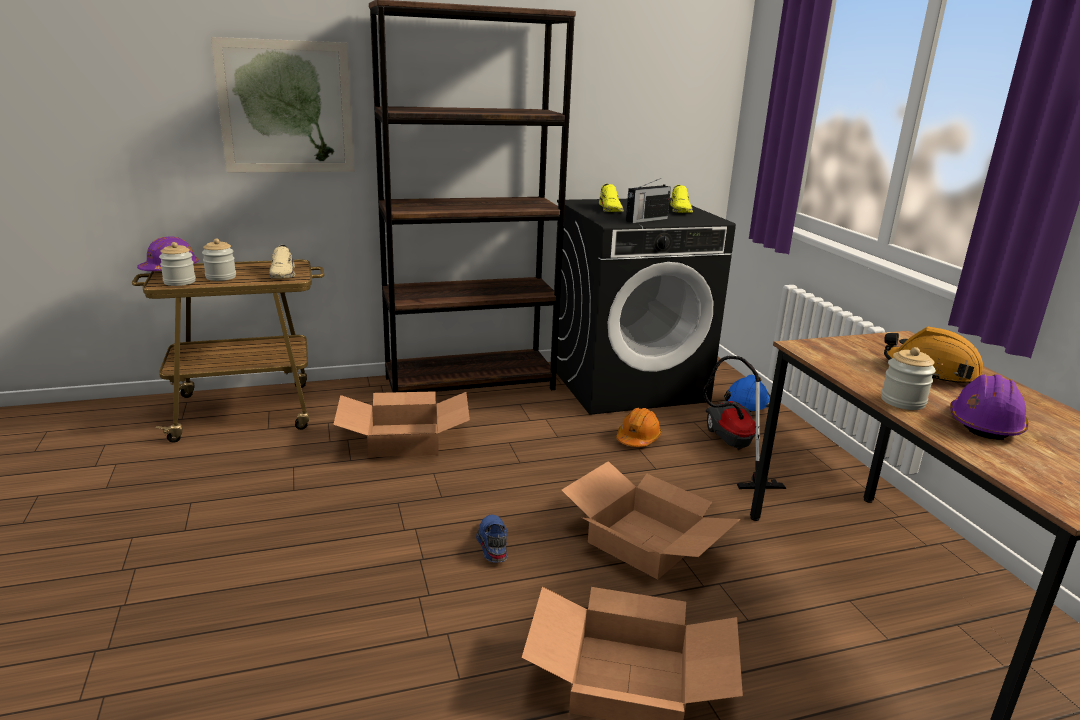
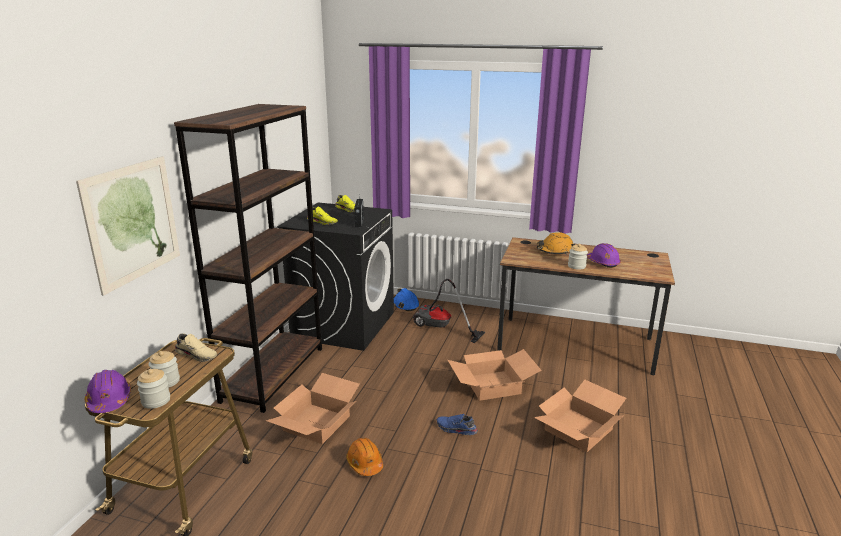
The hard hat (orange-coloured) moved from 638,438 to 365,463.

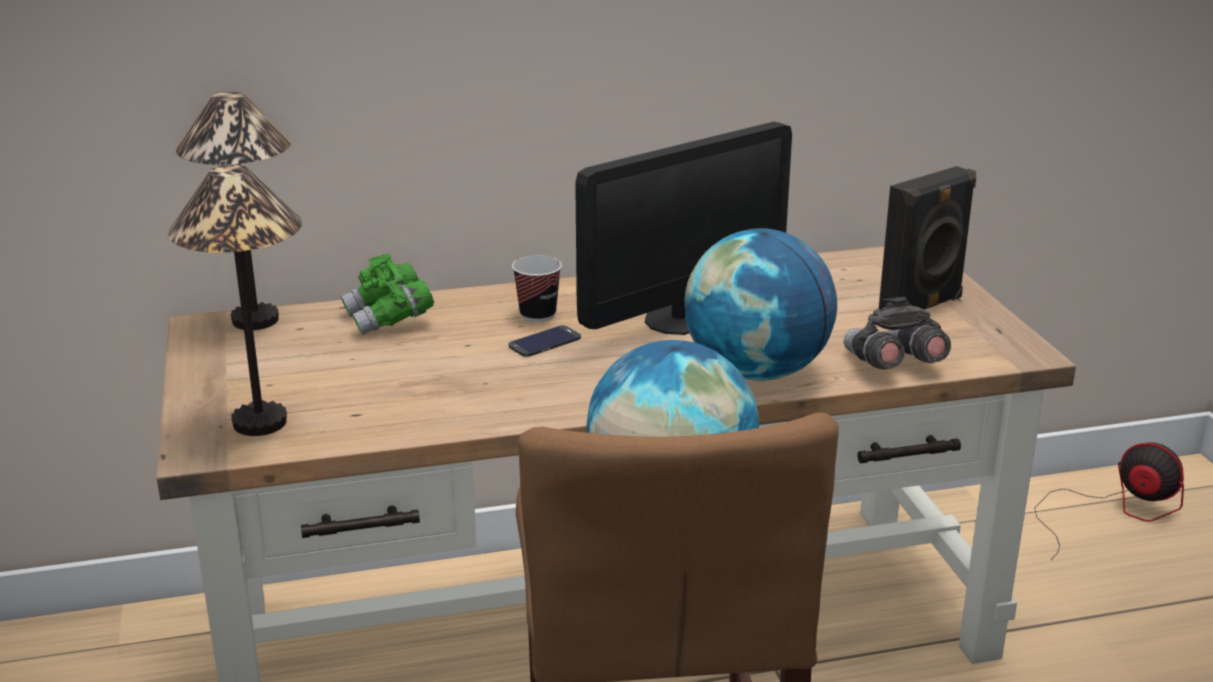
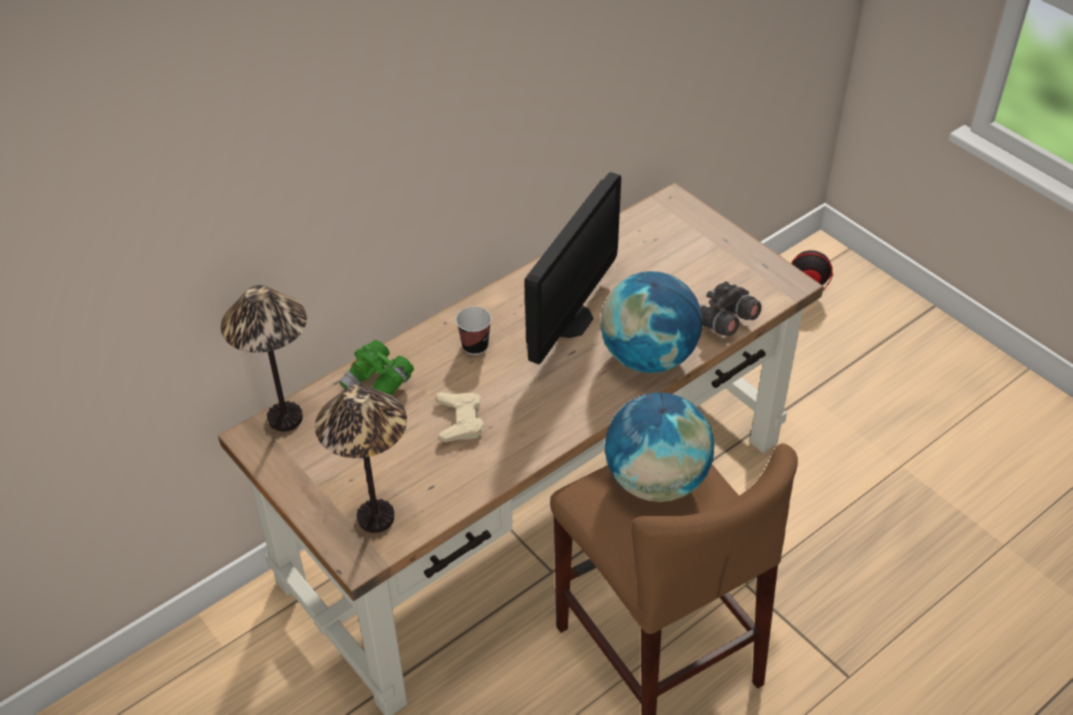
The telephone at 545,342 disappeared. The audio speaker (black) at 922,307 disappeared. The gamepad (beige) at 460,420 appeared.

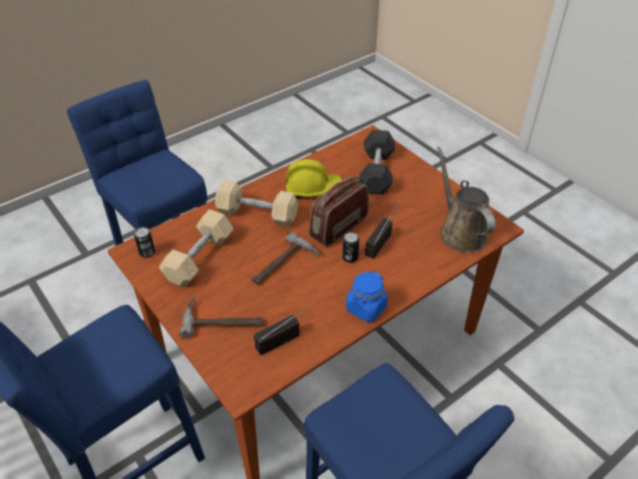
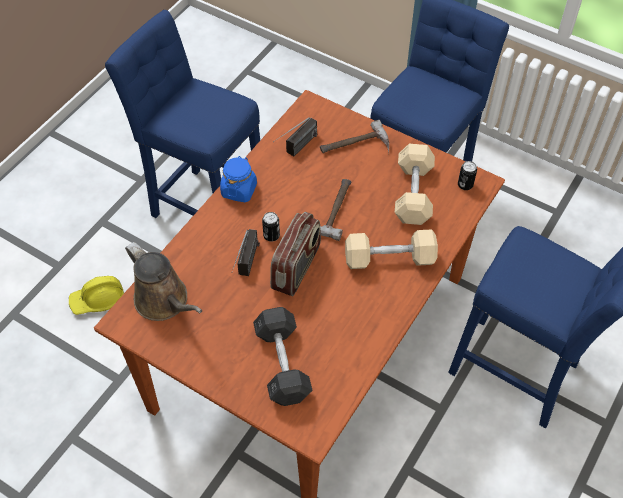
The hard hat (yellow-coloured) moved from 313,189 to 98,300.

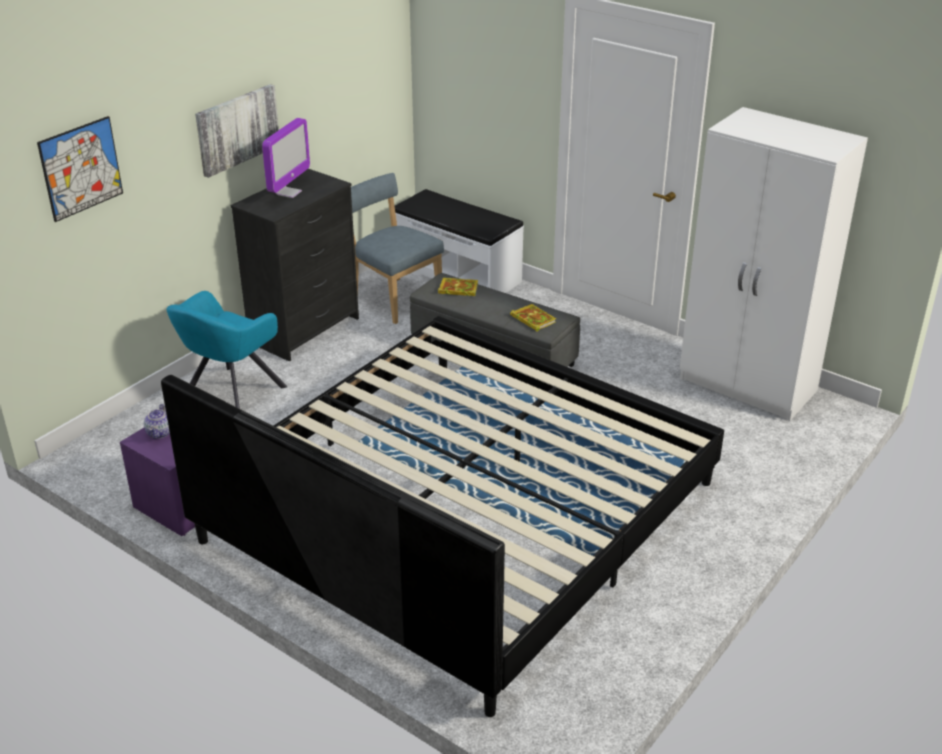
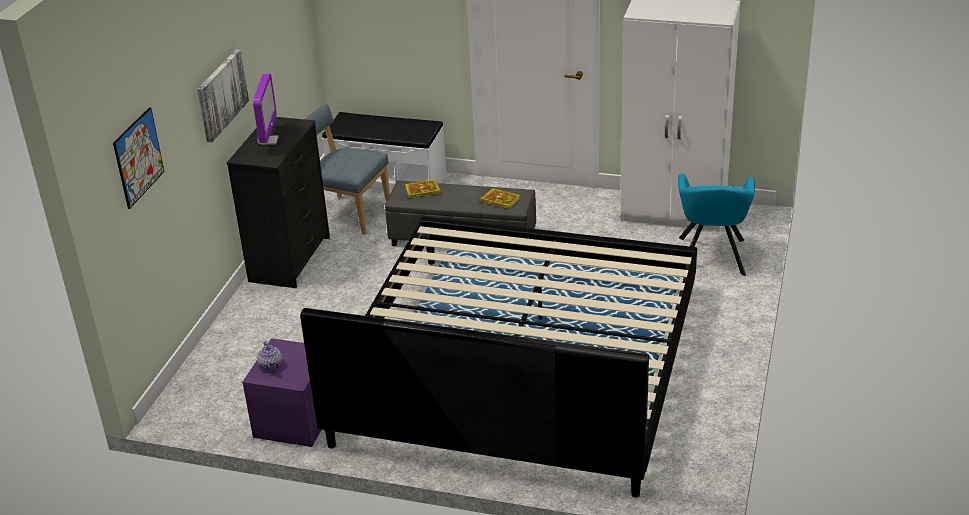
The easy chair (turquoise-coloured) moved from 231,397 to 711,258.

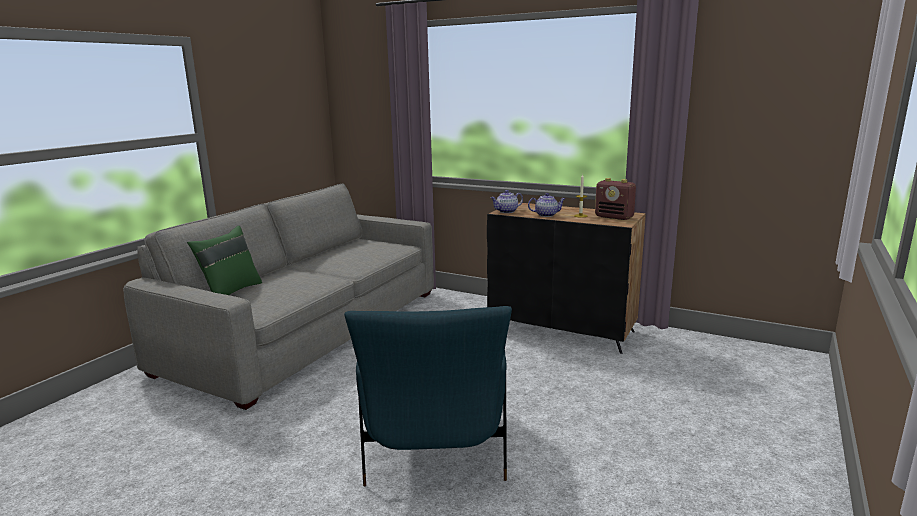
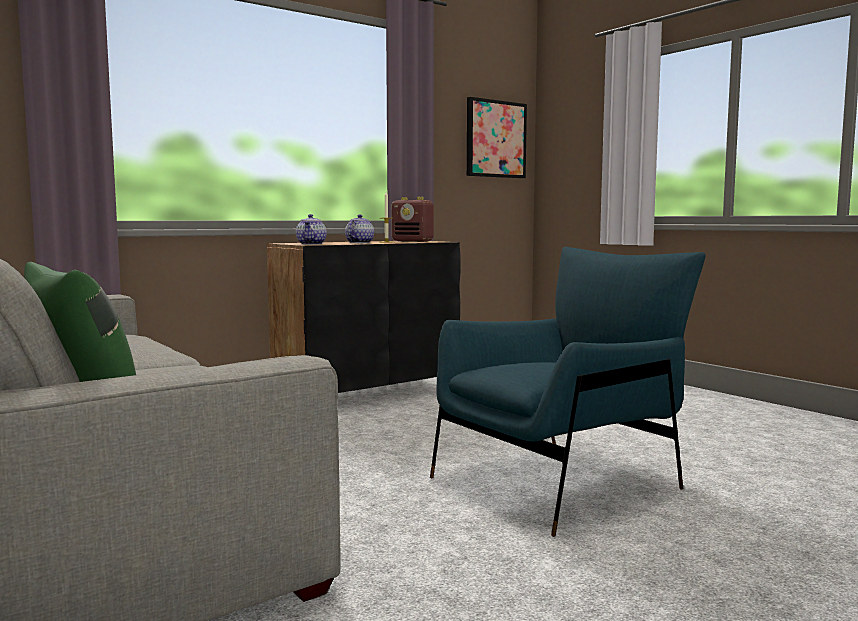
The easy chair (blue) at 435,443 turned 60 degrees counterclockwise. The radio receiver at 614,217 turned 60 degrees clockwise. The wall art at 495,139 appeared.

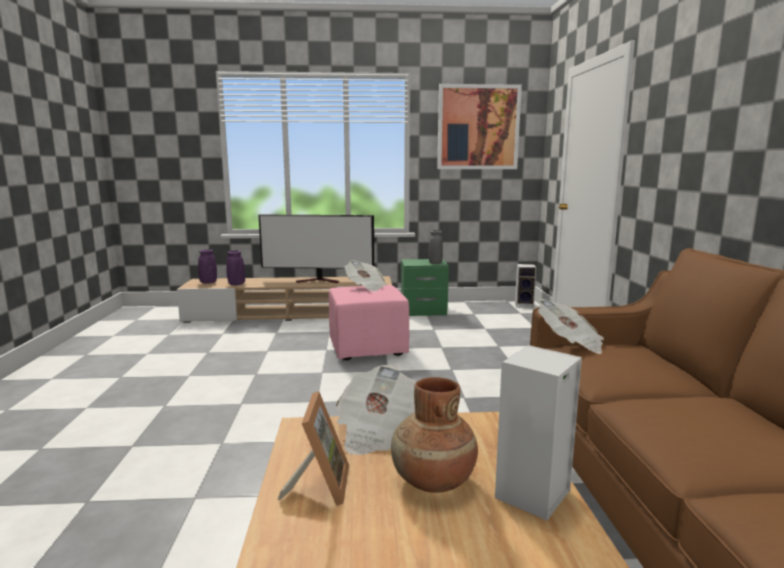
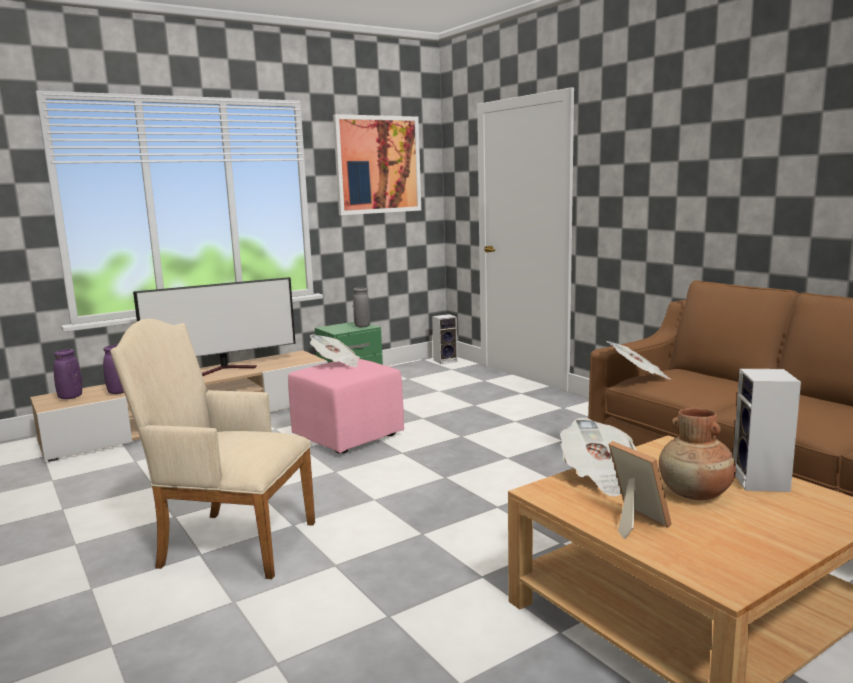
The easy chair (beige) at 230,543 appeared.

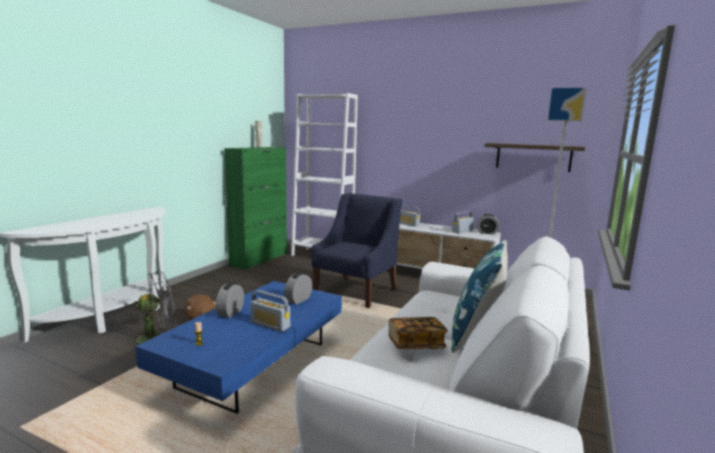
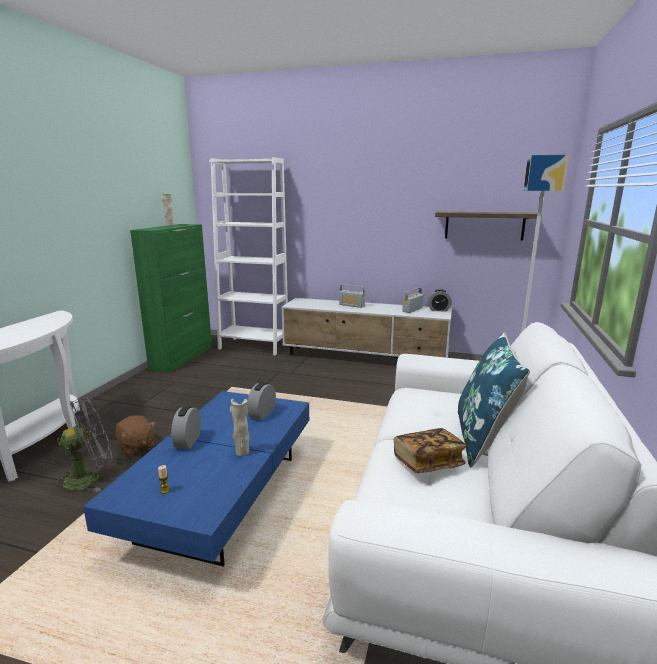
The radio receiver at 270,325 was replaced by the flower vase (beige) at 242,452. The easy chair (blue) at 356,291 disappeared.

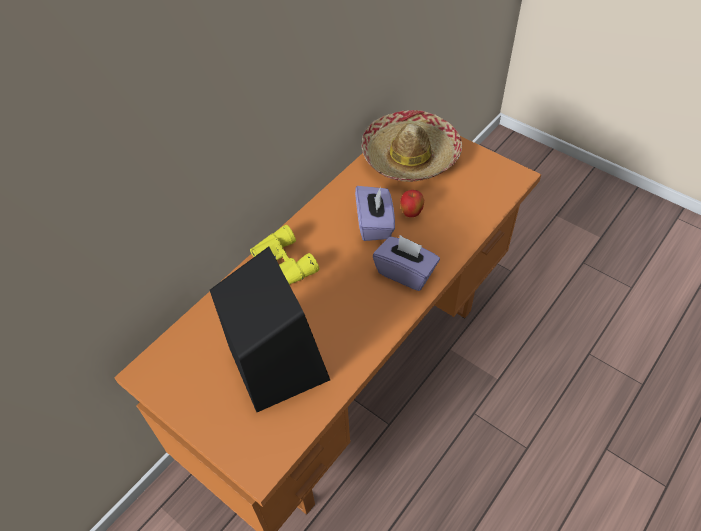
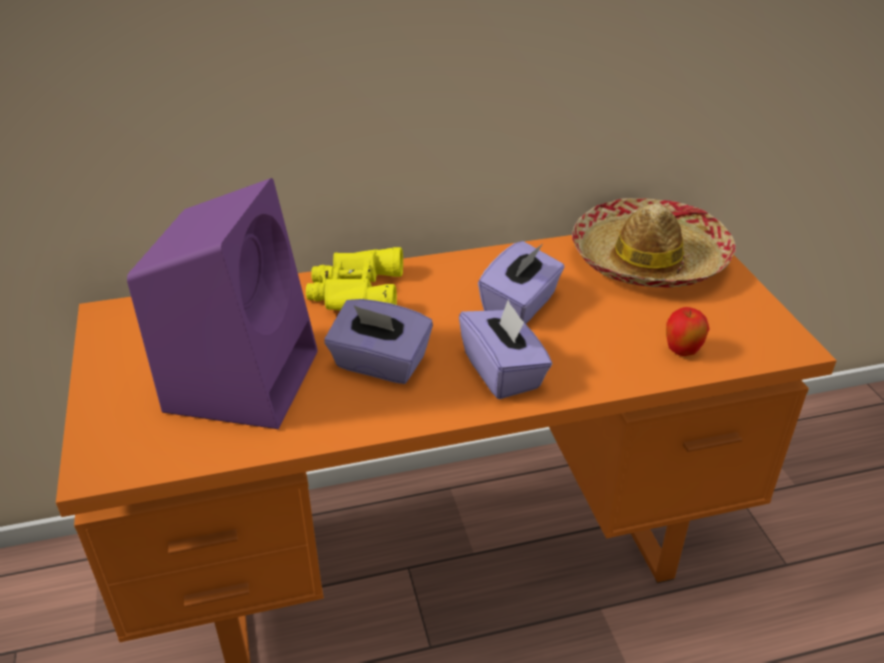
The audio speaker (black) at 276,362 became the audio speaker (purplish) at 243,377. The apple fruit moved from 411,214 to 682,352. The tissue box (purplish) at 379,364 appeared.

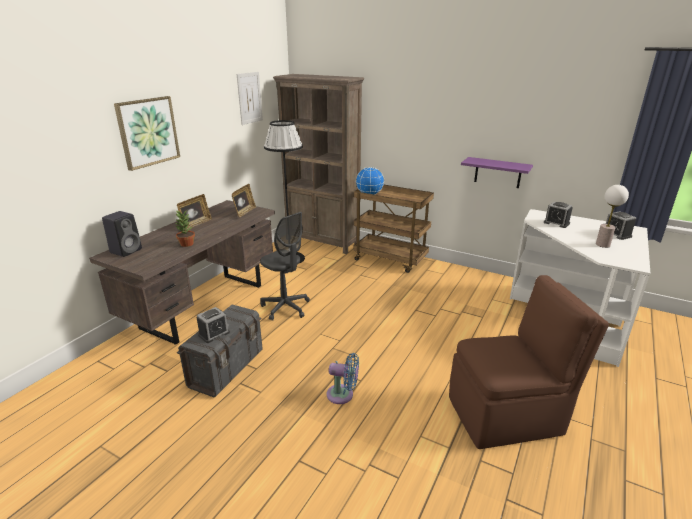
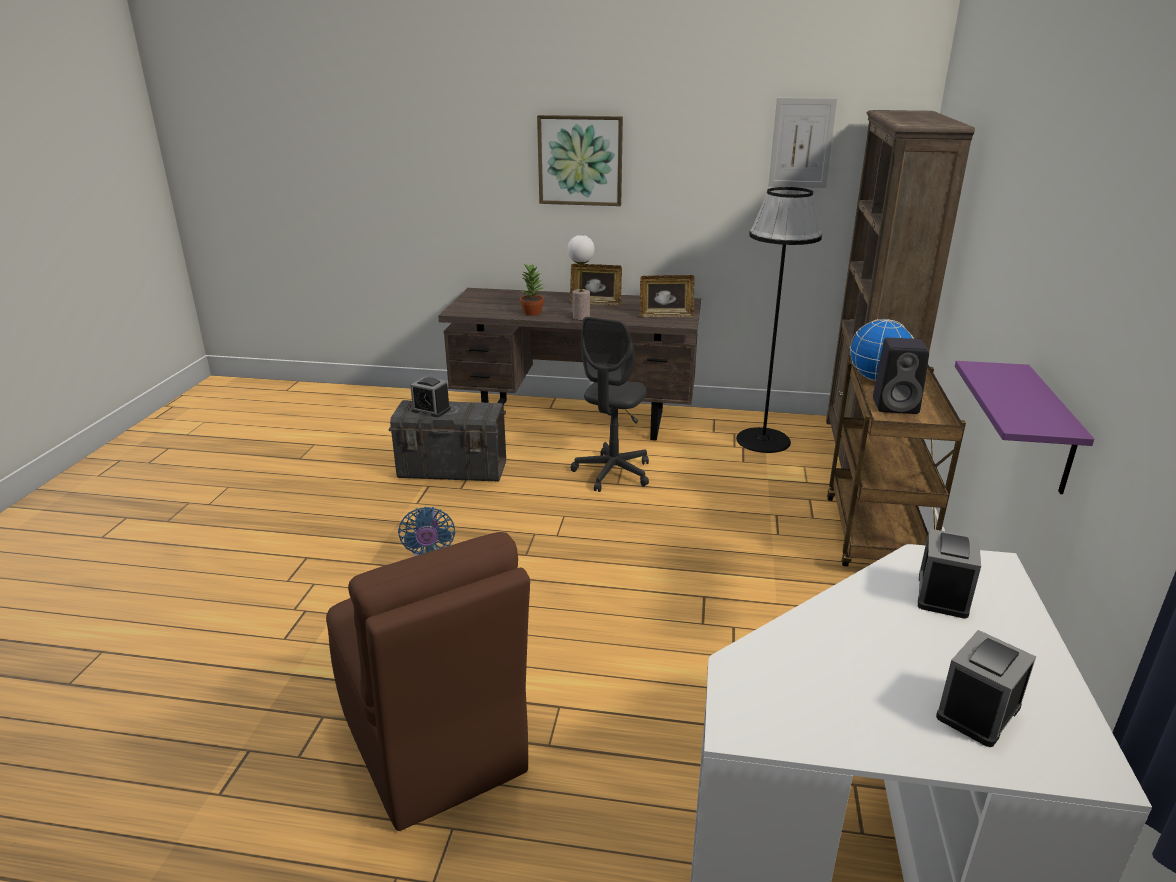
The audio speaker (black) moved from 126,250 to 897,406. The lamp for a table moved from 602,244 to 581,317.

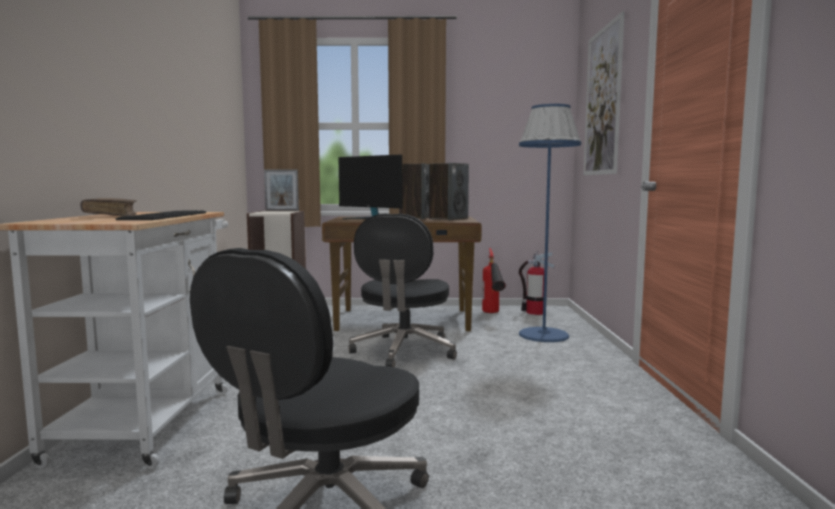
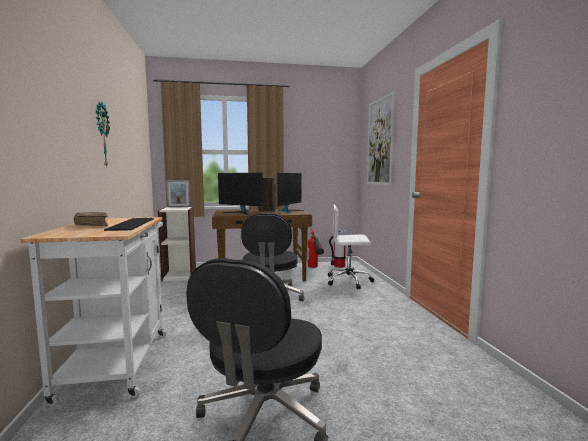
The audio speaker at 448,219 was replaced by the computer screen at 289,211. The standing lamp (blue) at 543,335 was replaced by the desk chair (whitish) at 349,281. The clock on the wall at 101,134 appeared.

